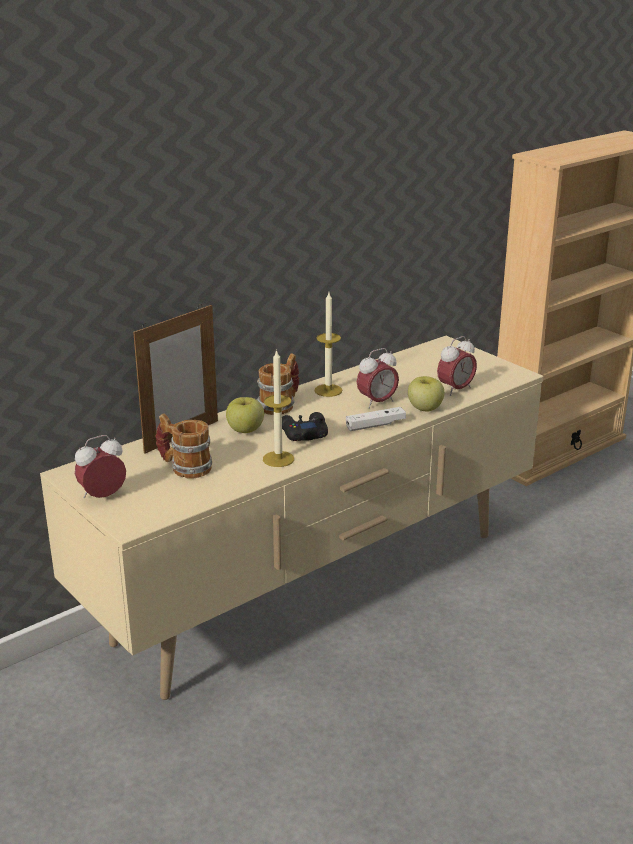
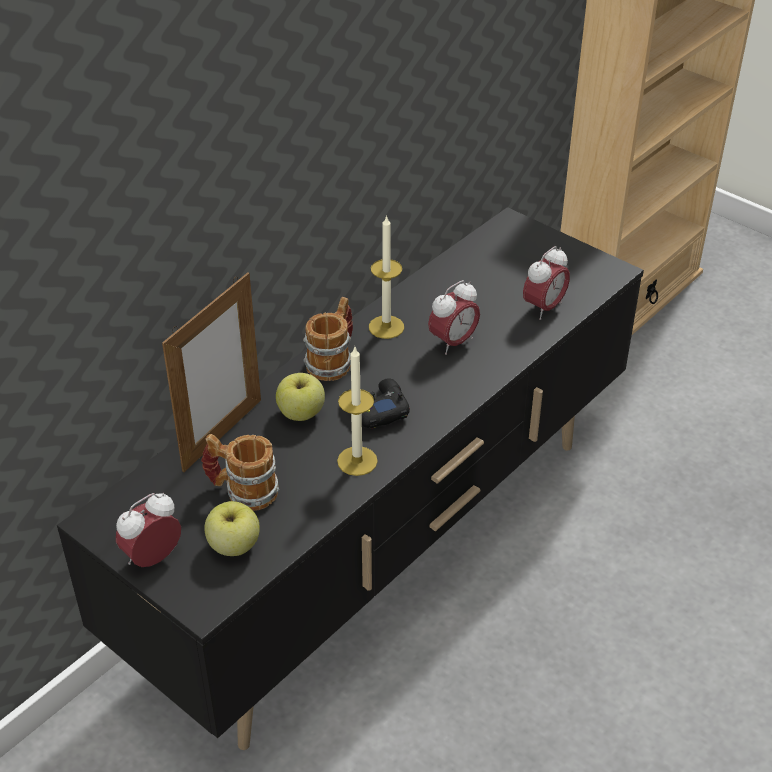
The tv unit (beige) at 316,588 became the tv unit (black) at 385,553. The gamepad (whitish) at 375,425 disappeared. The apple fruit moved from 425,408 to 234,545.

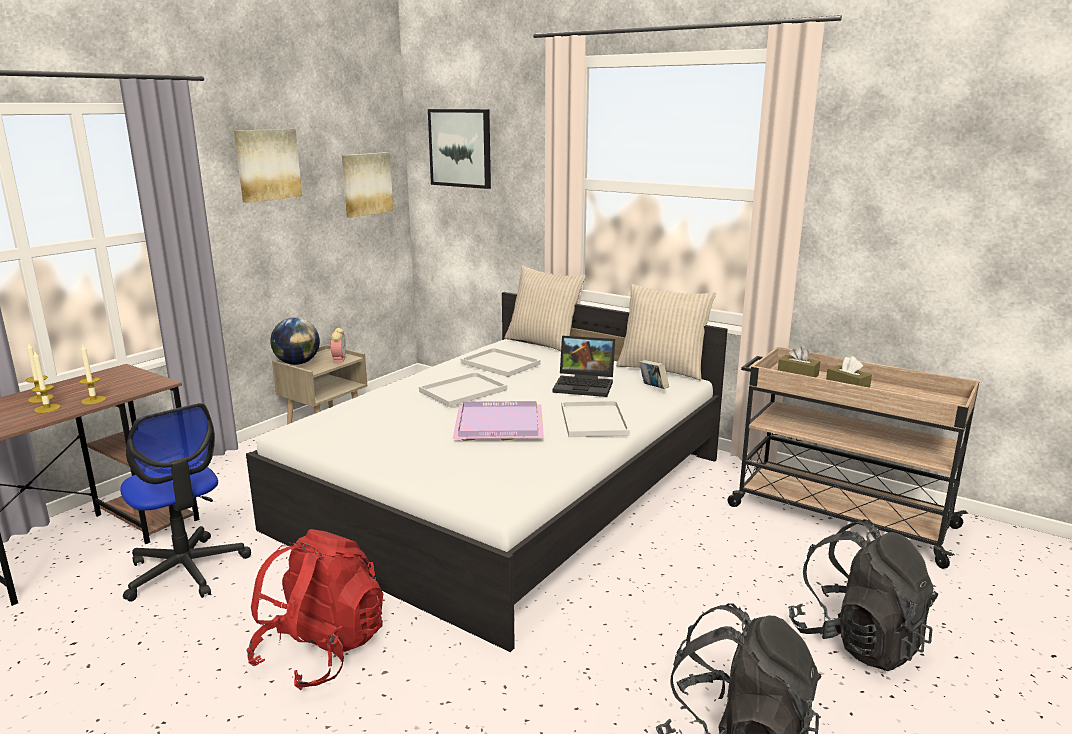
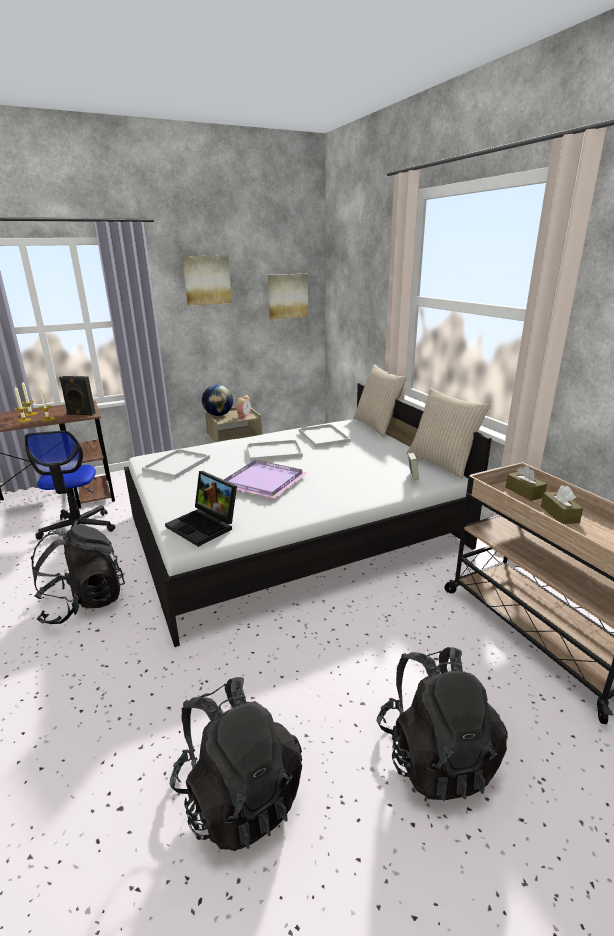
The backpack (red-coloured) at 321,651 became the backpack (black) at 83,603. The wall art at 460,148 disappeared. The laptop moved from 585,385 to 205,526. The tray (whitish) moved from 592,420 to 177,464. The audio speaker (black) at 80,414 appeared.

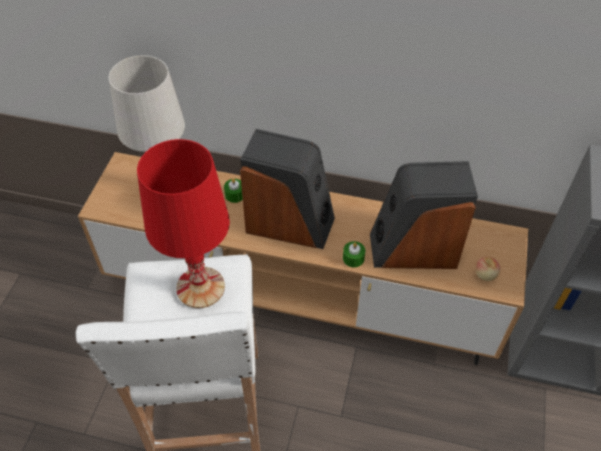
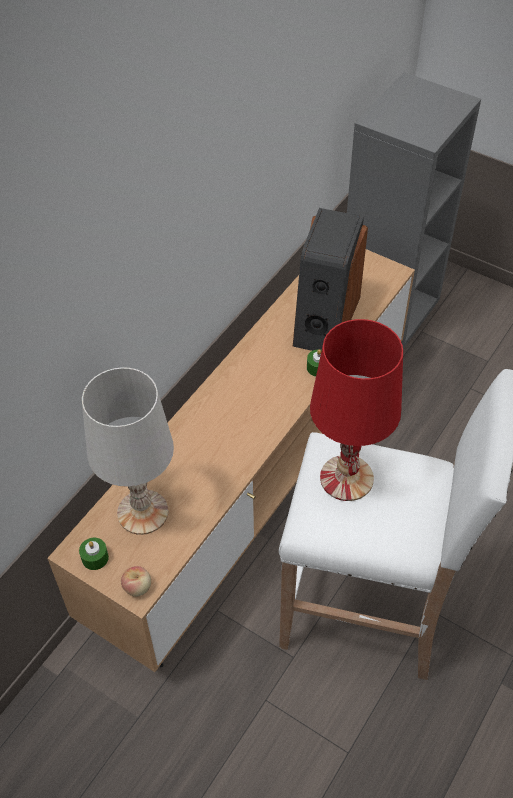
The wax candle (greenish) moved from 235,195 to 95,558. The audio speaker at 290,223 disappeared. The apple fruit moved from 485,275 to 138,587.

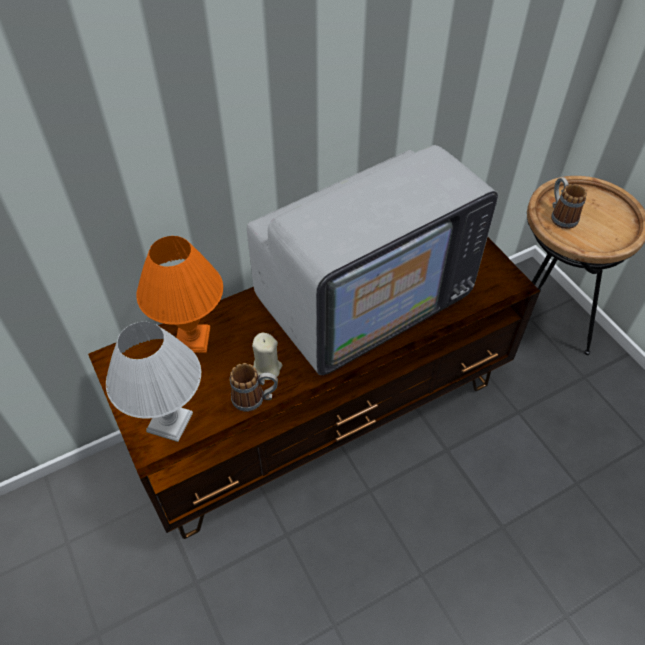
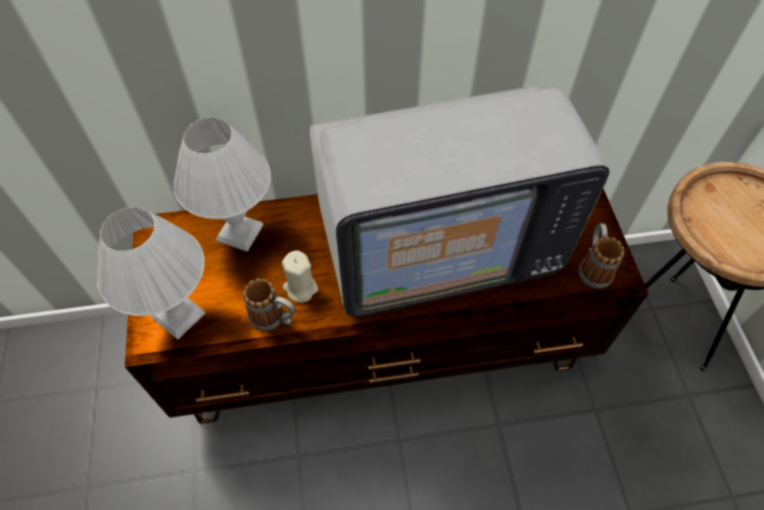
The lamp for a table (orange-coloured) at 193,340 became the lamp for a table (whitish) at 240,234. The tea mug moved from 560,216 to 593,267.

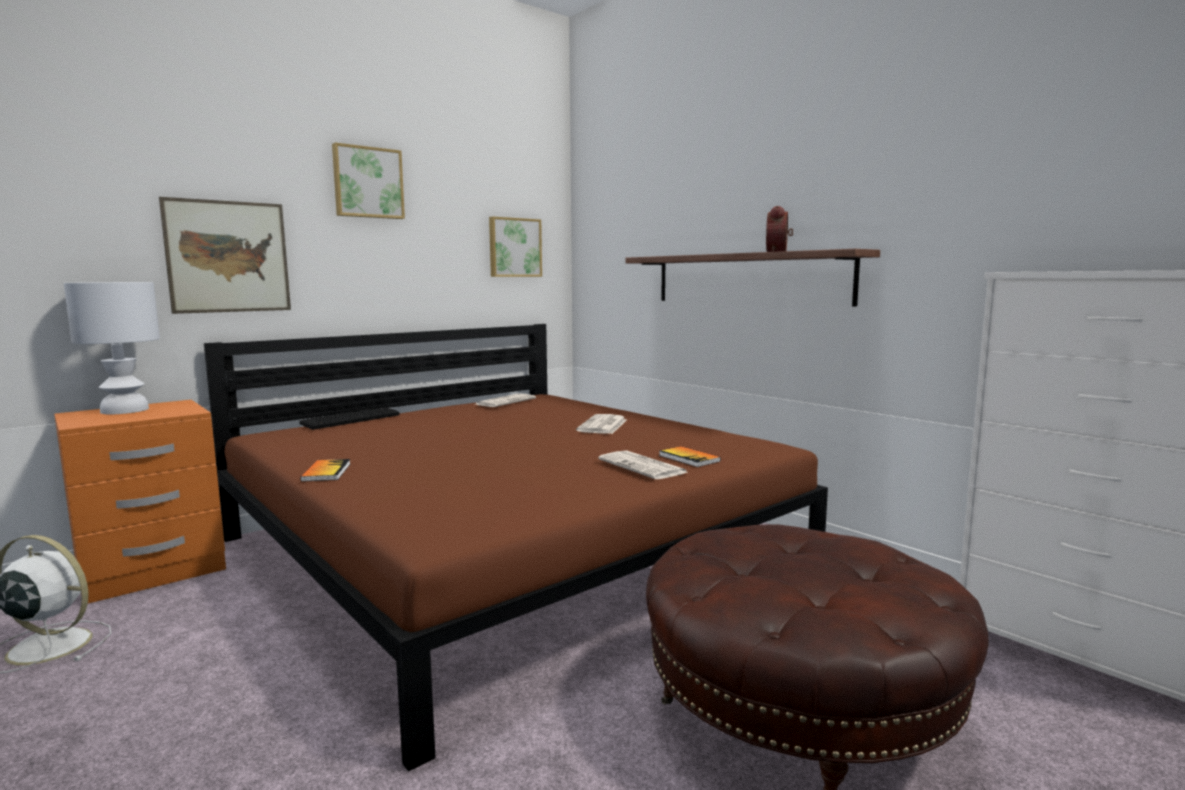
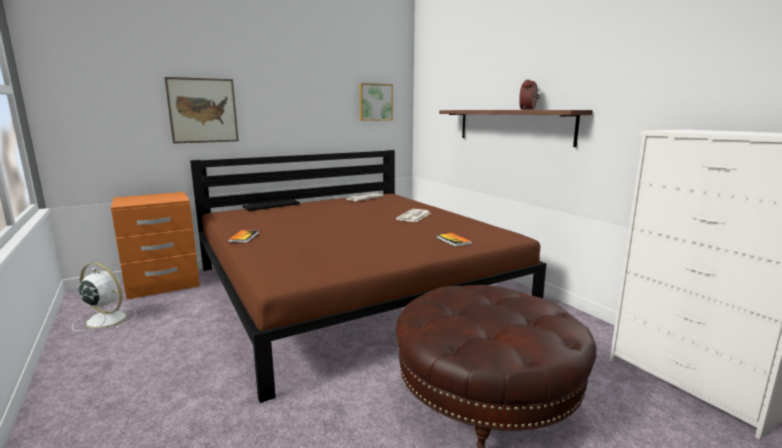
The lamp for a table (whitish) at 126,410 disappeared. The wall art at 368,182 disappeared. The newspaper at 643,466 disappeared.

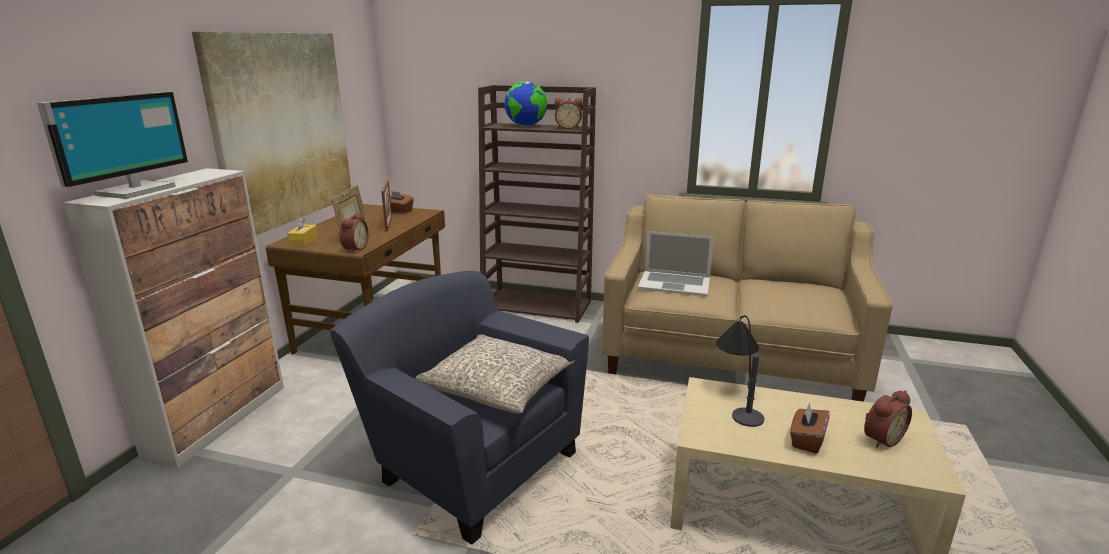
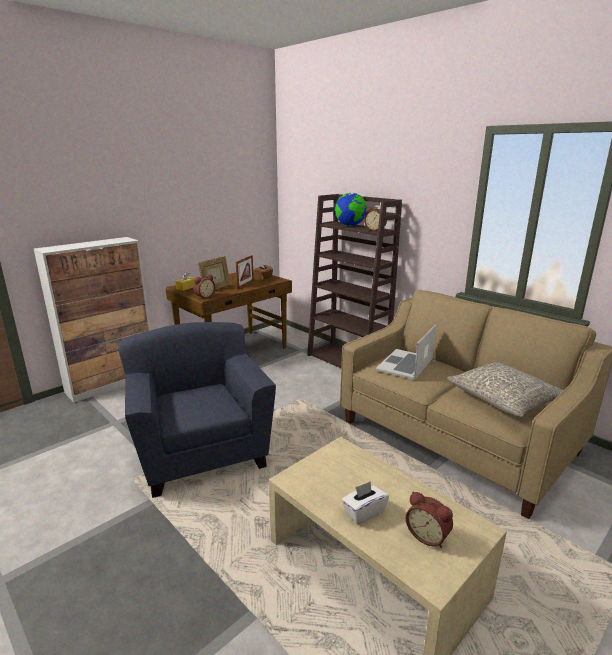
The computer screen at 134,191 disappeared. The wall art at 283,129 disappeared. The cushion (greyish) moved from 498,387 to 504,399. The laptop at 674,283 turned 75 degrees clockwise. The lamp for a table at 737,400 disappeared. The tissue box (brown-coloured) at 806,440 became the tissue box (whitish) at 364,512. The bedside clock at 880,438 turned 45 degrees clockwise.

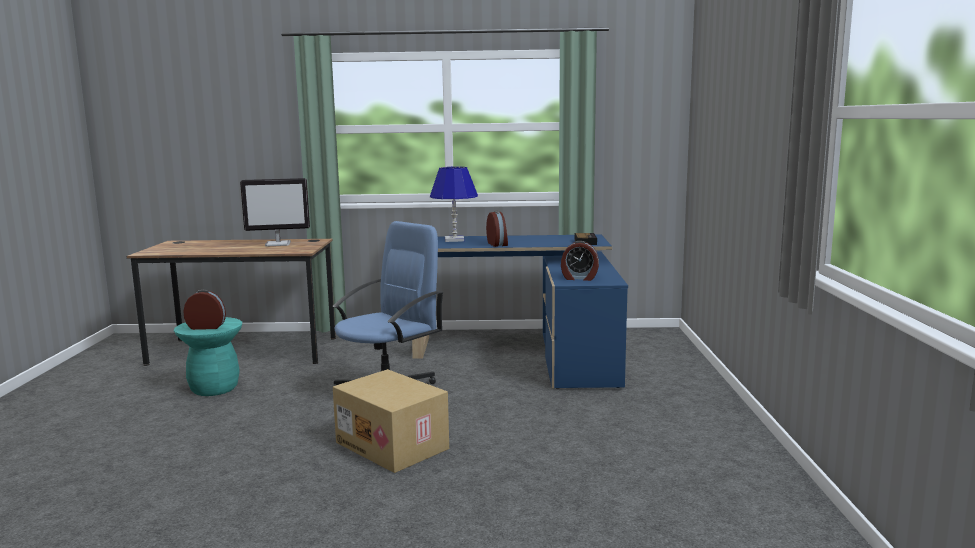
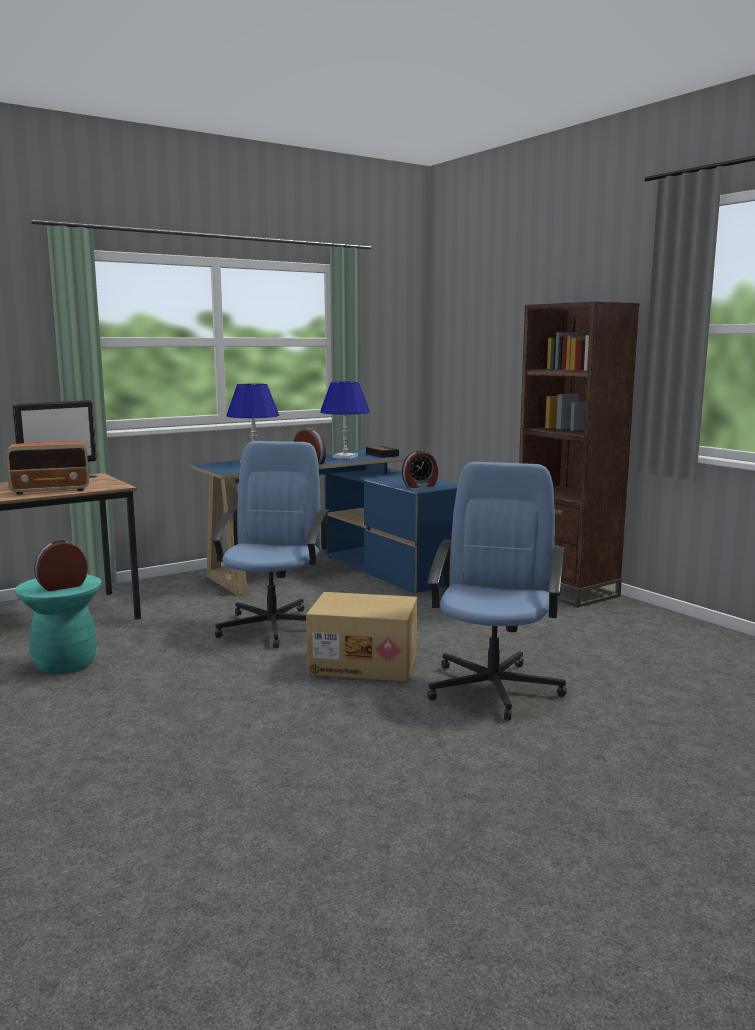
The radio receiver at 51,490 appeared. The lamp for a table (blue) at 345,457 appeared. The desk chair (blue) at 494,687 appeared. The bookcase (brown-coloured) at 565,590 appeared.

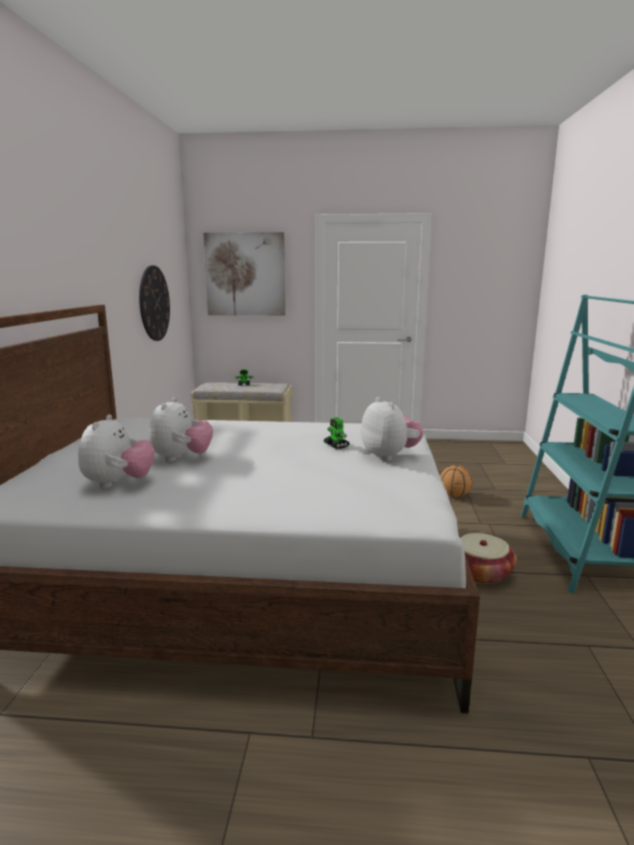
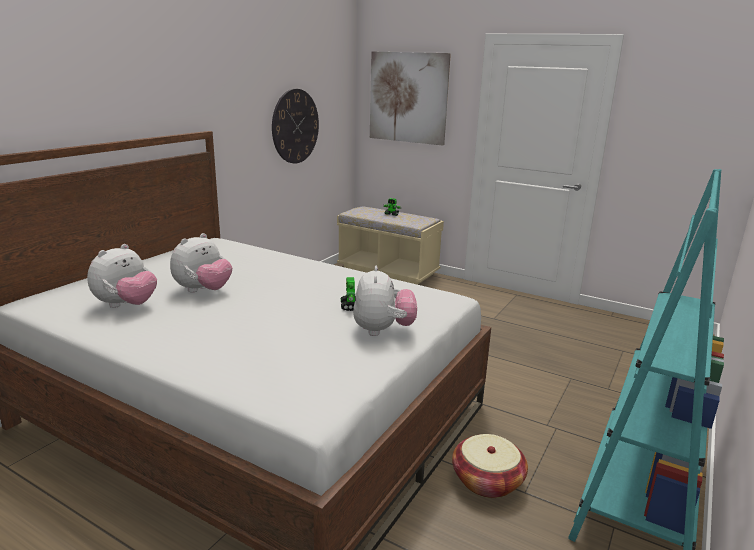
The basketball ball at 455,495 disappeared.

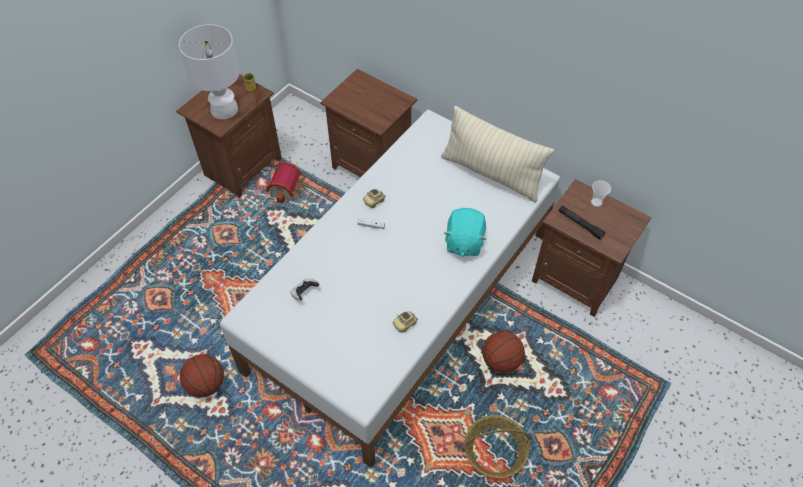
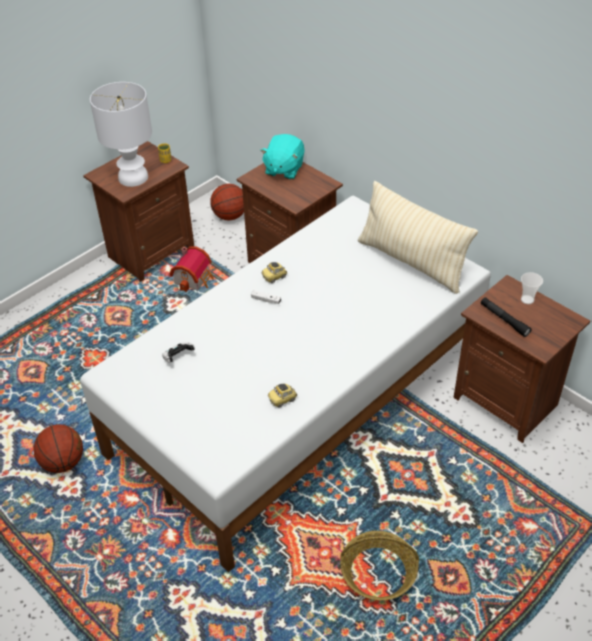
The plush toy (turquoise-coloured) moved from 464,242 to 283,169. The basketball ball moved from 501,361 to 230,216.

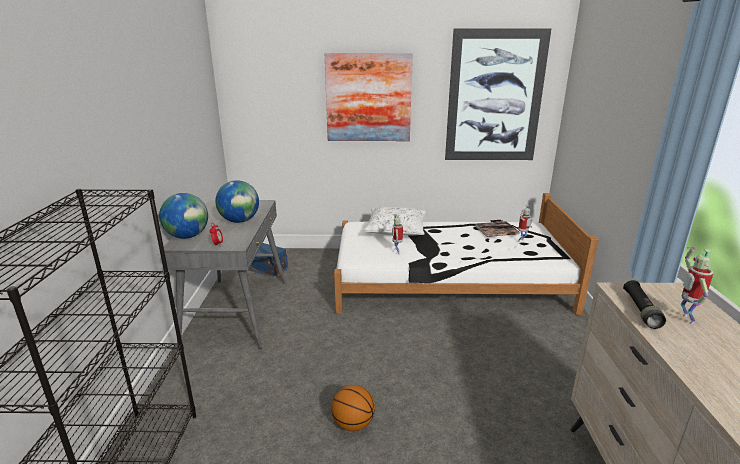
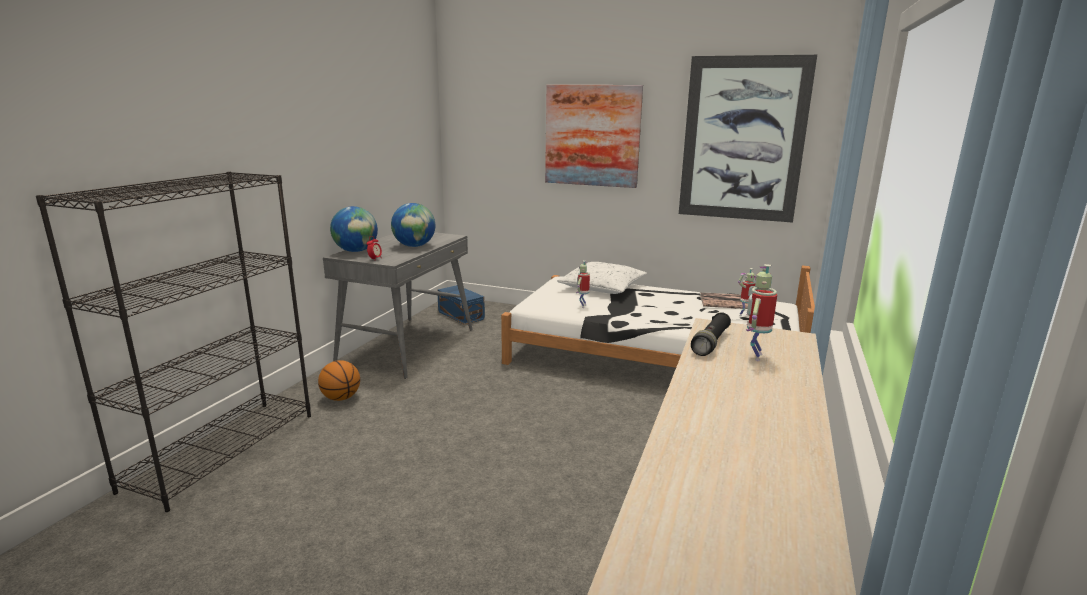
The basketball ball moved from 353,423 to 341,398.

